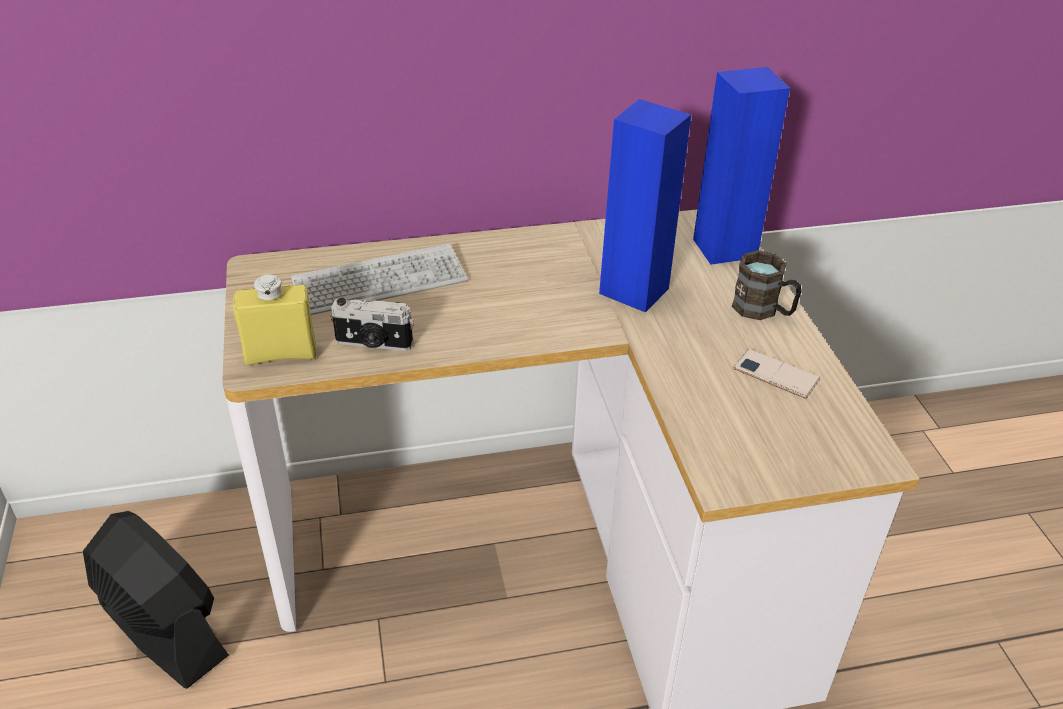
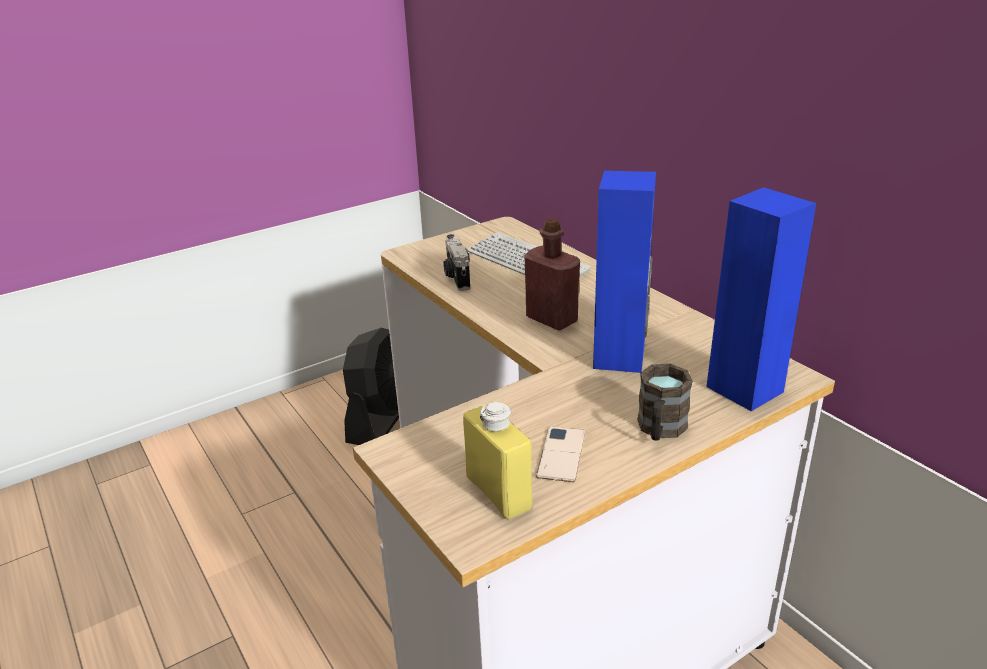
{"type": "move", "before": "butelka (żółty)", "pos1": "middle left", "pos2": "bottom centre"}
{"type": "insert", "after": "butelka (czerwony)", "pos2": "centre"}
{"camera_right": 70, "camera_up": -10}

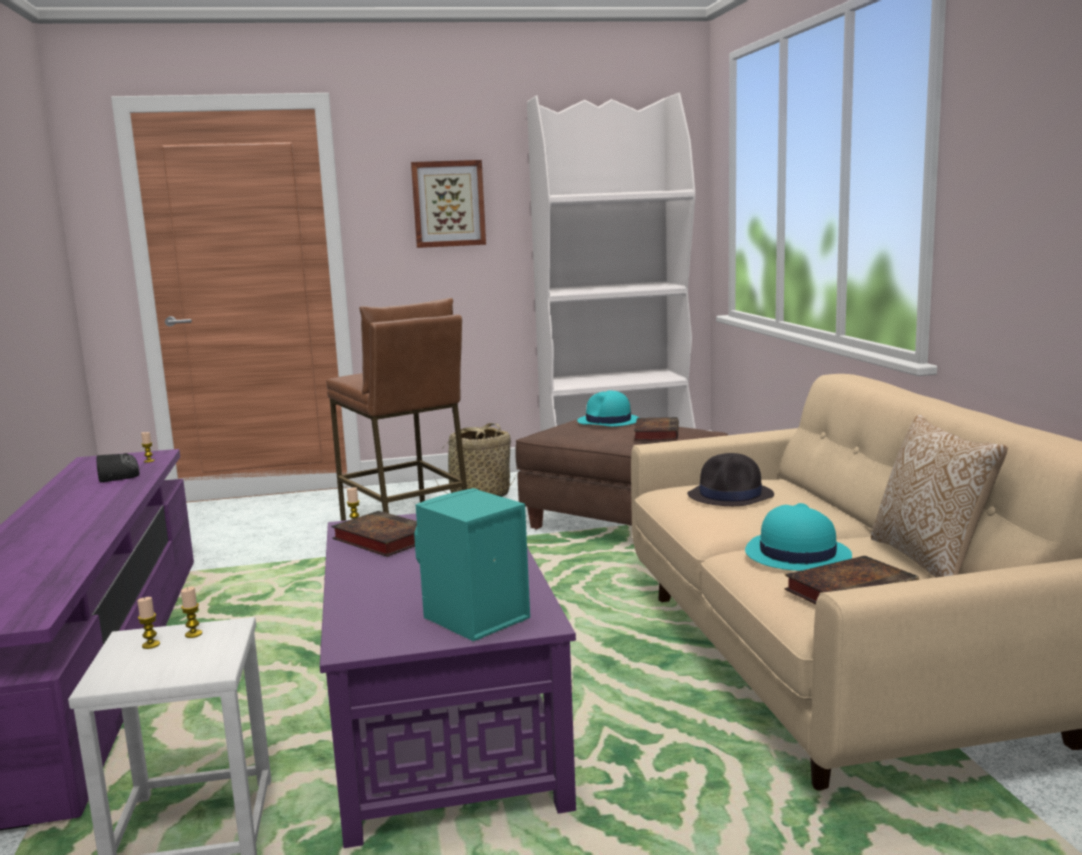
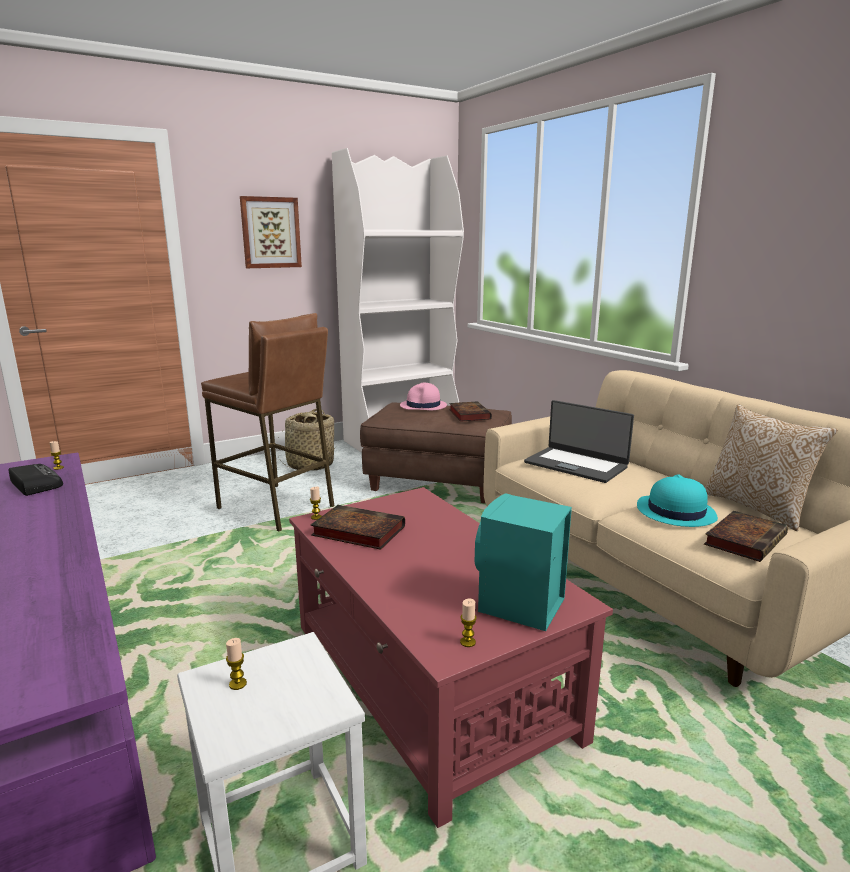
{"type": "recolor", "before": "kapelusz (turkusowy) (1st from left)", "after": "kapelusz (różowy)", "pos1": "centre", "pos2": "centre"}
{"type": "replace", "before": "kapelusz (czarny)", "after": "laptop", "pos1": "middle right", "pos2": "middle right"}
{"type": "recolor", "before": "ława (fioletowy)", "after": "ława (czerwony)", "pos1": "bottom centre", "pos2": "bottom centre"}
{"type": "move", "before": "świeca (3rd from left in the first image)", "after": "świeca (4th from left)", "pos1": "bottom left", "pos2": "bottom centre"}
{"camera_right": -20, "camera_up": 5}

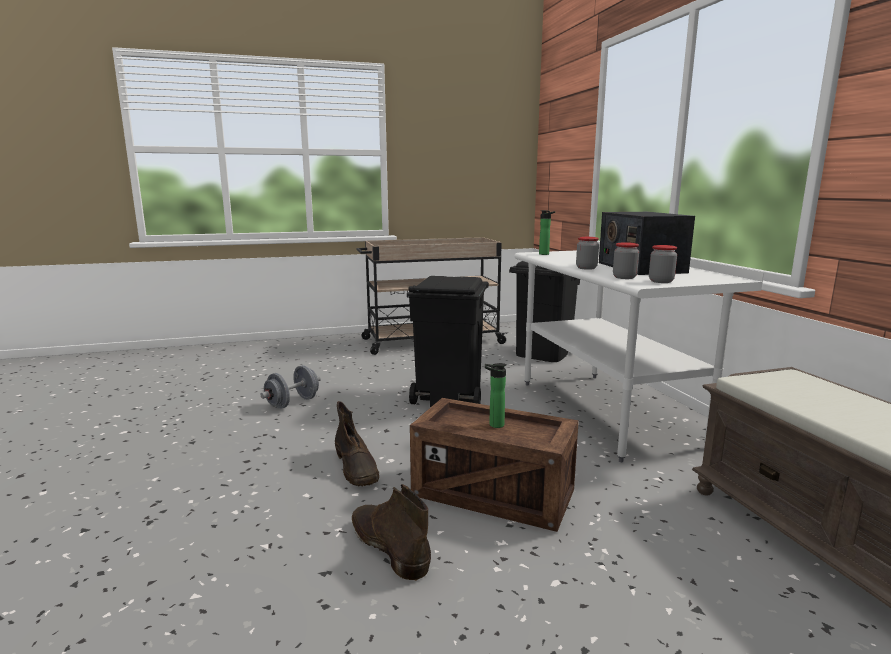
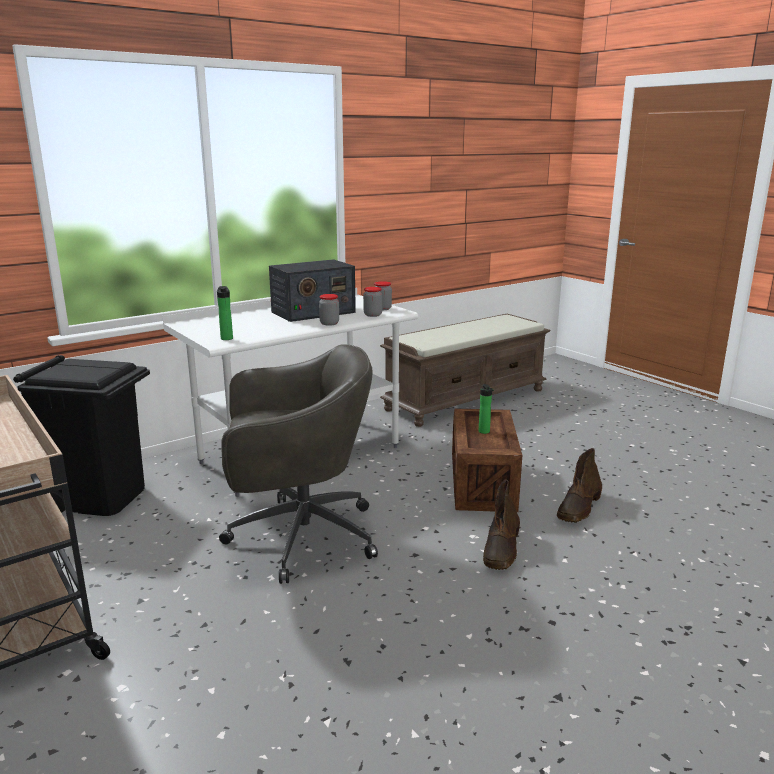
{"type": "replace", "before": "kosz na śmieci (czarny) (1st from left)", "after": "krzesło biurowe (szary)", "pos1": "centre", "pos2": "centre"}
{"type": "delete", "before": "hantel (szary)", "pos1": "middle left"}
{"type": "rotate", "before": "but z cholewką (brązowy) (1st from left)", "pos1": "bottom centre", "pos2": "bottom centre", "turn": 150}
{"camera_right": -110, "camera_up": 5}

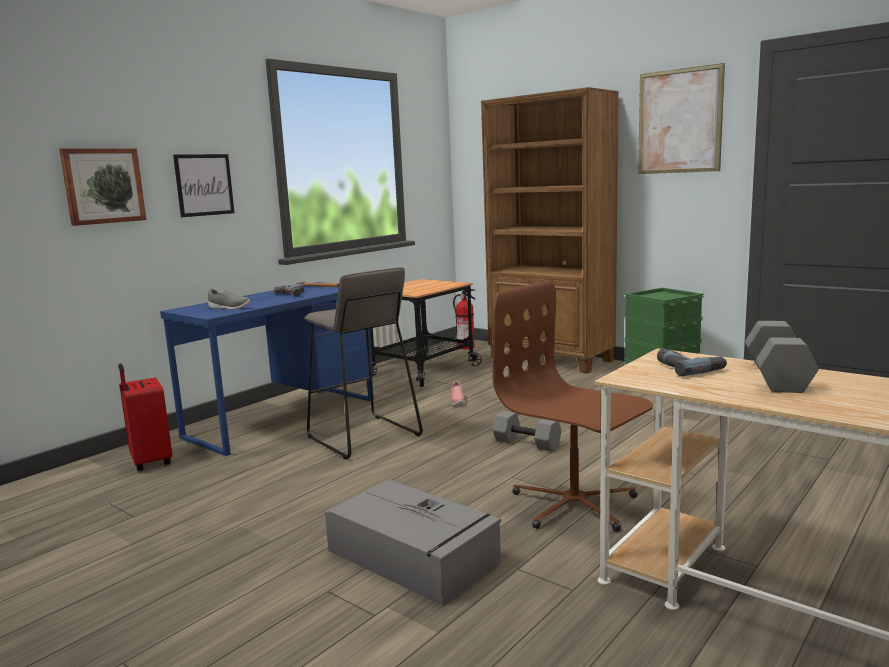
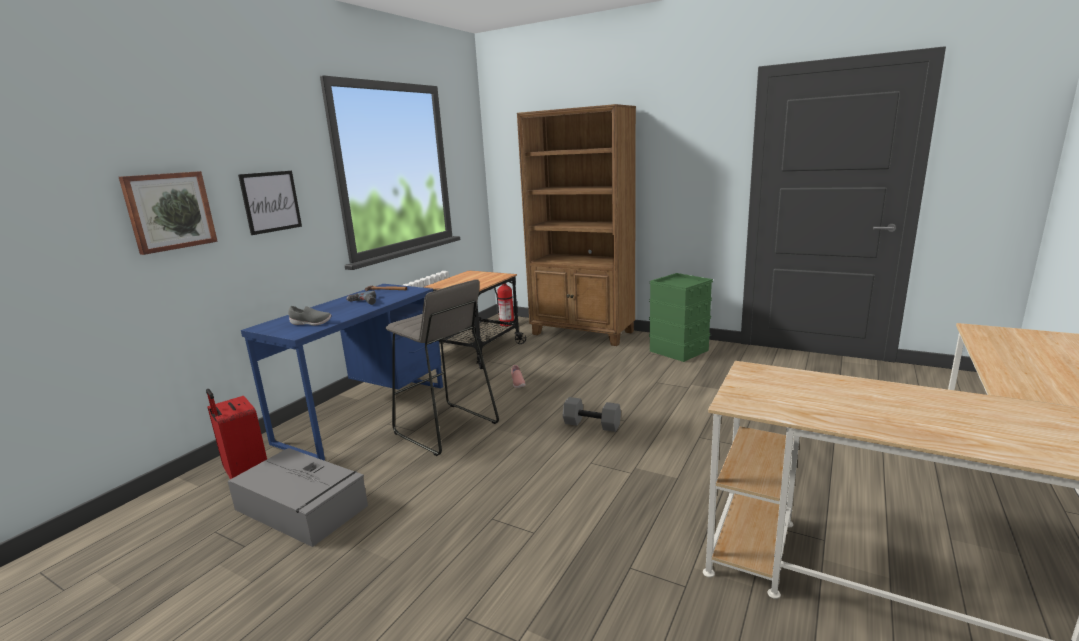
{"type": "delete", "before": "obraz (3rd from left)", "pos1": "top right"}
{"type": "delete", "before": "krzesło biurowe (brązowy)", "pos1": "centre"}
{"type": "delete", "before": "hantel (szary) (2nd from left)", "pos1": "middle right"}
{"type": "delete", "before": "wiertarka (2nd from left)", "pos1": "middle right"}
{"type": "move", "before": "pojemnik do przechowywania (szary)", "pos1": "bottom centre", "pos2": "bottom left"}
{"camera_right": -10, "camera_up": 5}

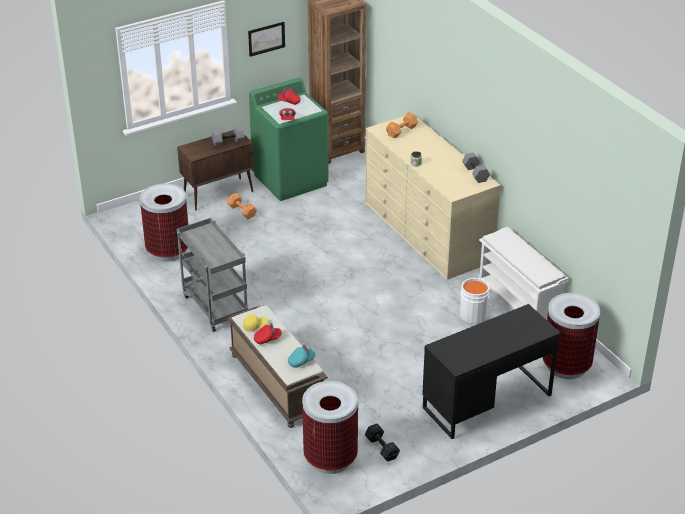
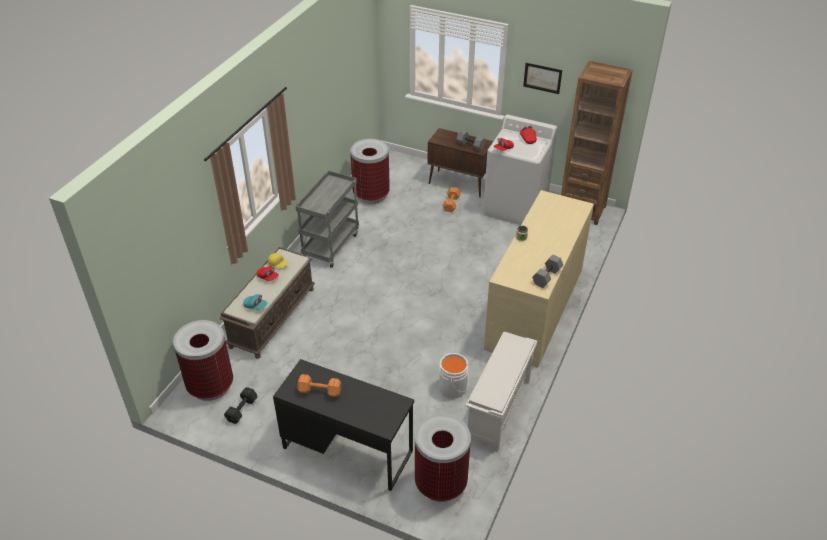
{"type": "recolor", "before": "pralka (zielony)", "after": "pralka (biały)", "pos1": "top centre", "pos2": "top centre"}
{"type": "move", "before": "hantel (pomarańczowy) (2nd from left in the first image)", "after": "hantel (pomarańczowy) (1st from left)", "pos1": "top centre", "pos2": "bottom centre"}
{"camera_right": 55, "camera_up": 5}

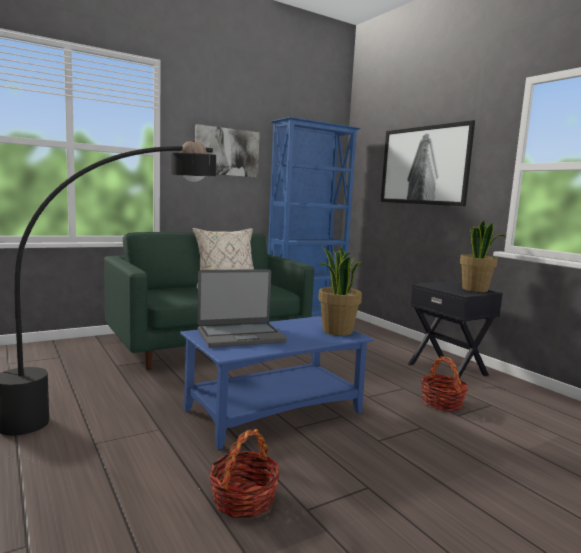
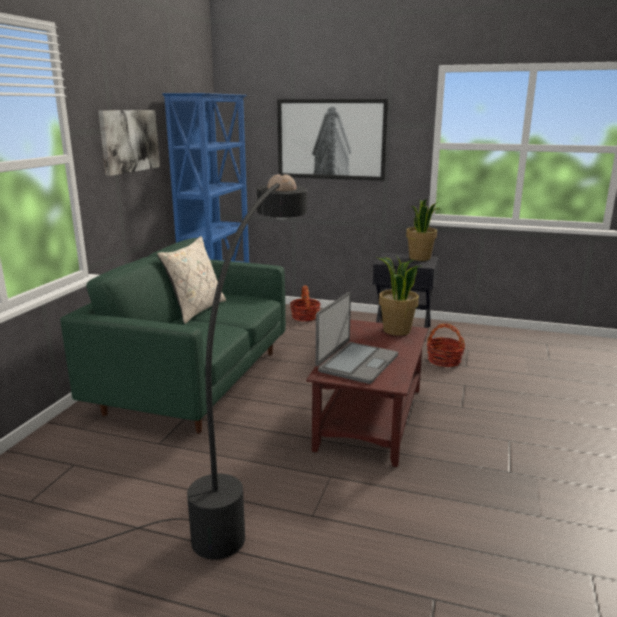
{"type": "recolor", "before": "ława (niebieski)", "after": "ława (brązowy)", "pos1": "bottom centre", "pos2": "centre"}
{"type": "move", "before": "koszyk (1st from left)", "pos1": "bottom centre", "pos2": "centre"}
{"camera_right": -40, "camera_up": 10}

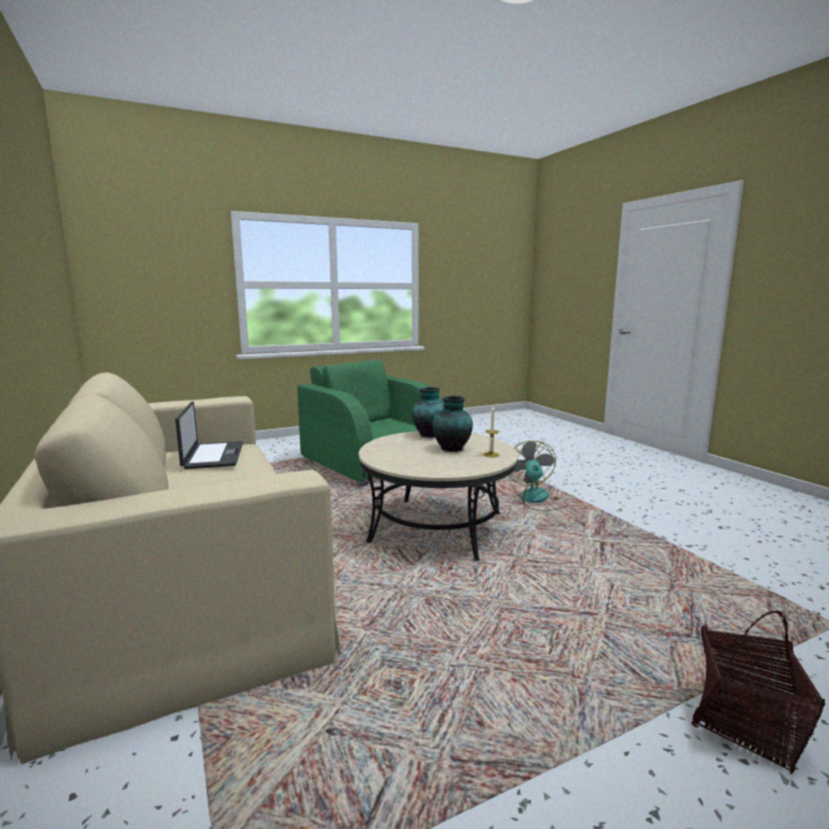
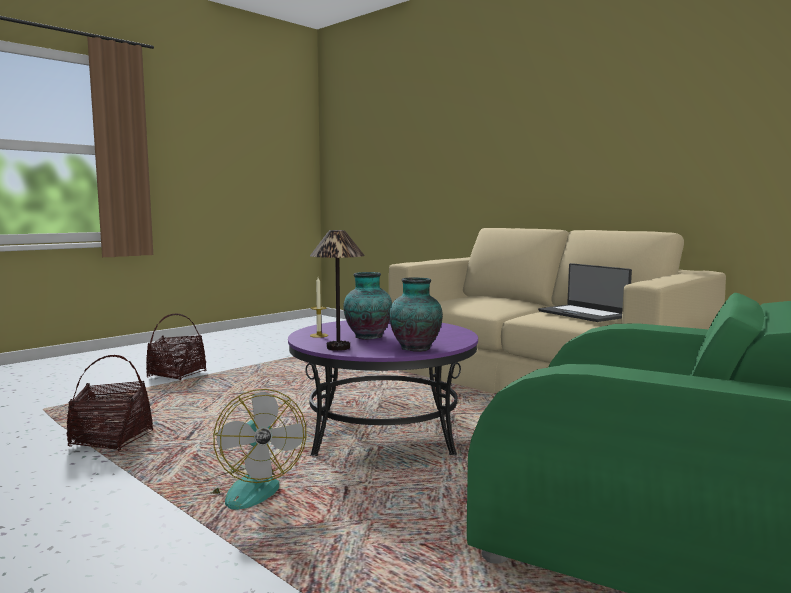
{"type": "recolor", "before": "ława (beżowy)", "after": "ława (fioletowy)", "pos1": "centre", "pos2": "centre"}
{"type": "insert", "after": "lampa stołowa", "pos2": "centre"}
{"type": "insert", "after": "koszyk (1st from left)", "pos2": "bottom left"}
{"camera_right": 160, "camera_up": -5}

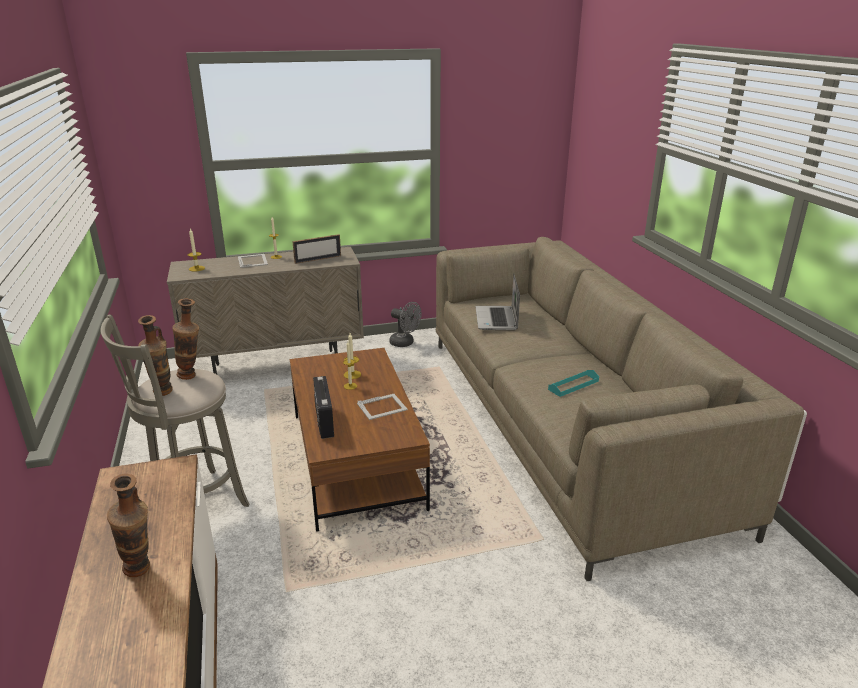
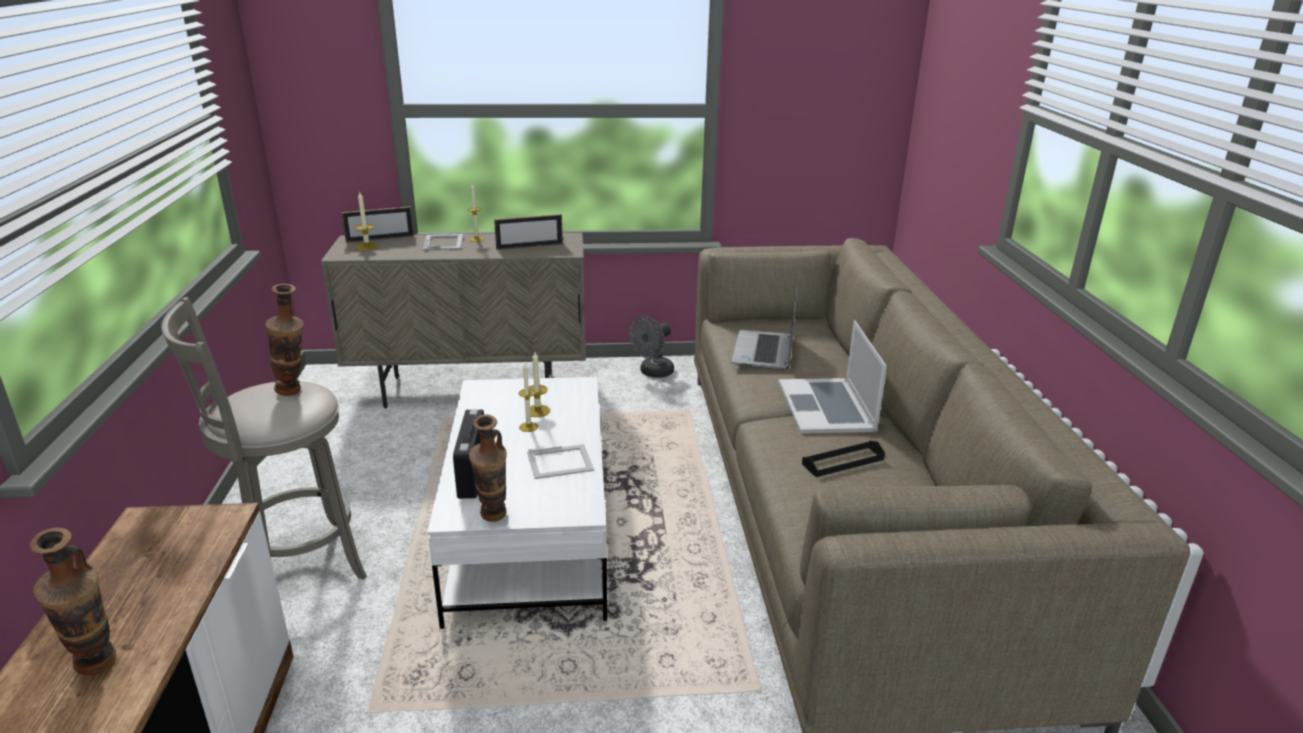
{"type": "rotate", "before": "wentylator (szary)", "pos1": "centre", "pos2": "centre", "turn": 90}
{"type": "move", "before": "wazon (2nd from left in the first image)", "after": "wazon (3rd from left)", "pos1": "middle left", "pos2": "centre"}
{"type": "recolor", "before": "ława (brązowy)", "after": "ława (biały)", "pos1": "centre", "pos2": "bottom centre"}
{"type": "recolor", "before": "taca (turkusowy)", "after": "taca (czarny)", "pos1": "middle right", "pos2": "centre"}
{"type": "insert", "after": "ramka na zdjęcie (1st from left)", "pos2": "top left"}
{"type": "insert", "after": "laptop (2nd from left)", "pos2": "centre"}
{"camera_right": 10, "camera_up": 0}

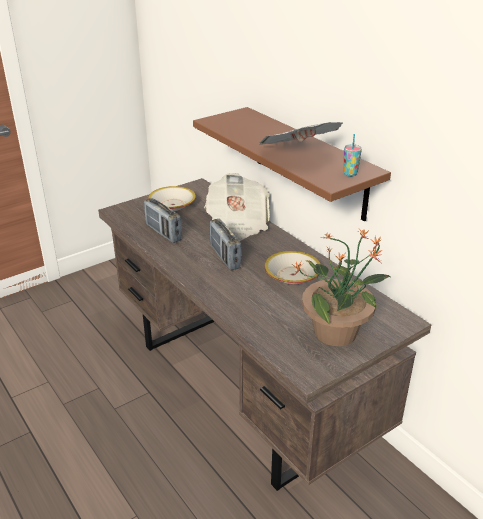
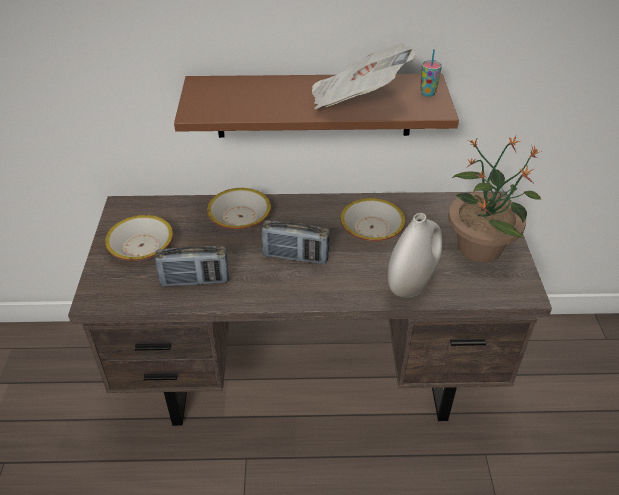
{"type": "replace", "before": "gazeta (1st from left)", "after": "miska (2nd from left)", "pos1": "centre", "pos2": "centre"}
{"type": "insert", "after": "wazon (biały)", "pos2": "middle right"}
{"camera_right": -55, "camera_up": 10}

